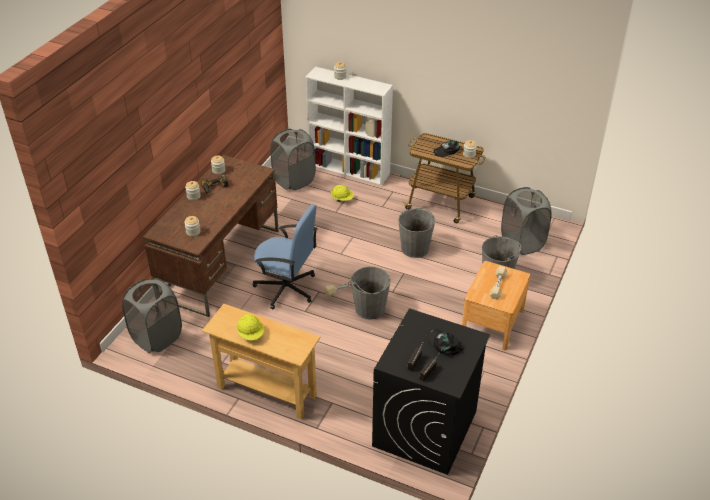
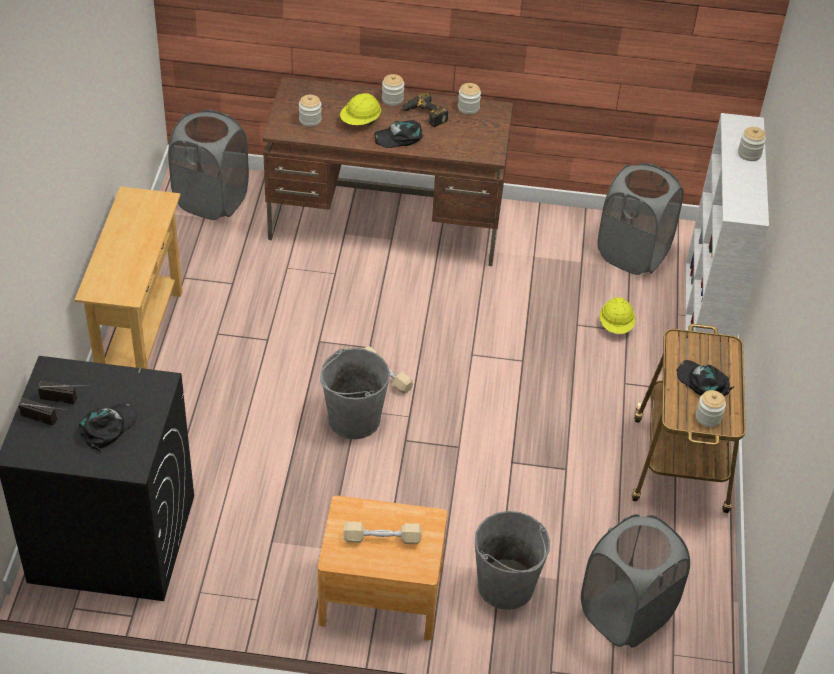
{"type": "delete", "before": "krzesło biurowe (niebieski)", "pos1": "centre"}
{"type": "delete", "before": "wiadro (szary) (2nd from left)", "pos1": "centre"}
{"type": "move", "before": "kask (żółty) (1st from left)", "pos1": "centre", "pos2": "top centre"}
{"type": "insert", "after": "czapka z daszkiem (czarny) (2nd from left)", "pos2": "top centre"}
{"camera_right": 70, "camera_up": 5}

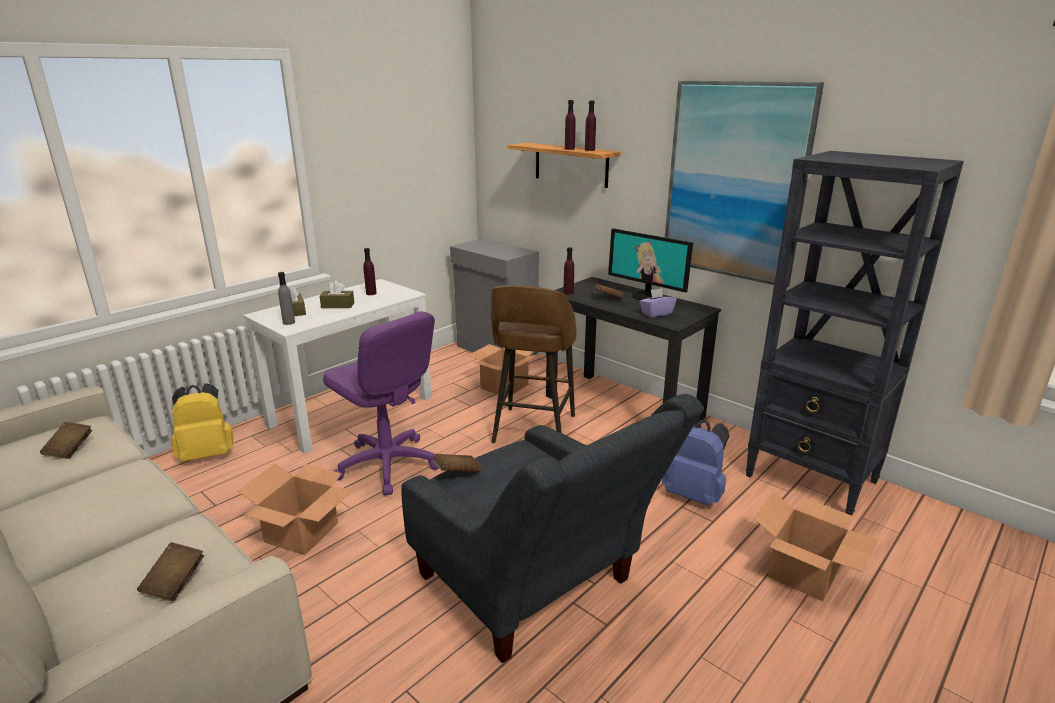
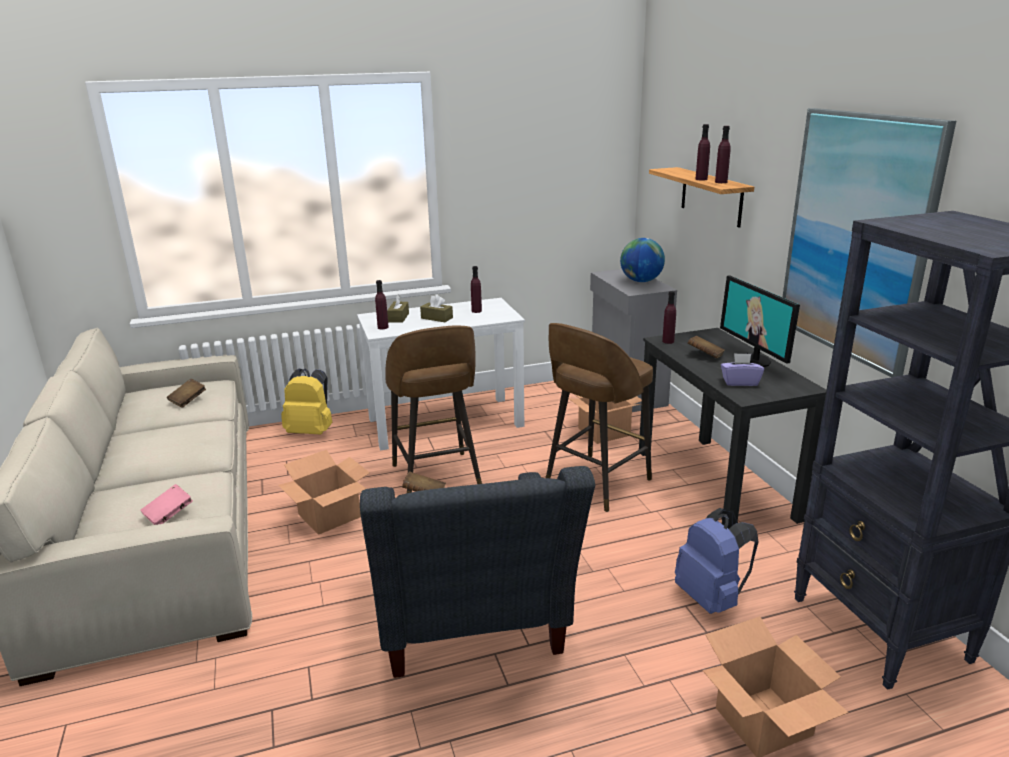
{"type": "recolor", "before": "butelka (szary)", "after": "butelka (fioletowy) (1st from left)", "pos1": "middle left", "pos2": "centre"}
{"type": "replace", "before": "krzesło biurowe (fioletowy)", "after": "stołek (brązowy) (1st from left)", "pos1": "centre", "pos2": "centre"}
{"type": "recolor", "before": "książka (brązowy) (2nd from left)", "after": "książka (różowy)", "pos1": "bottom left", "pos2": "middle left"}
{"type": "insert", "after": "globus", "pos2": "centre"}
{"camera_right": 30, "camera_up": 0}

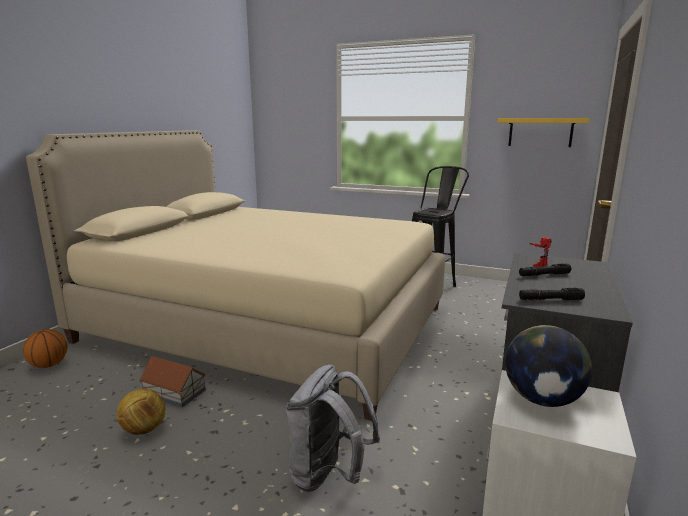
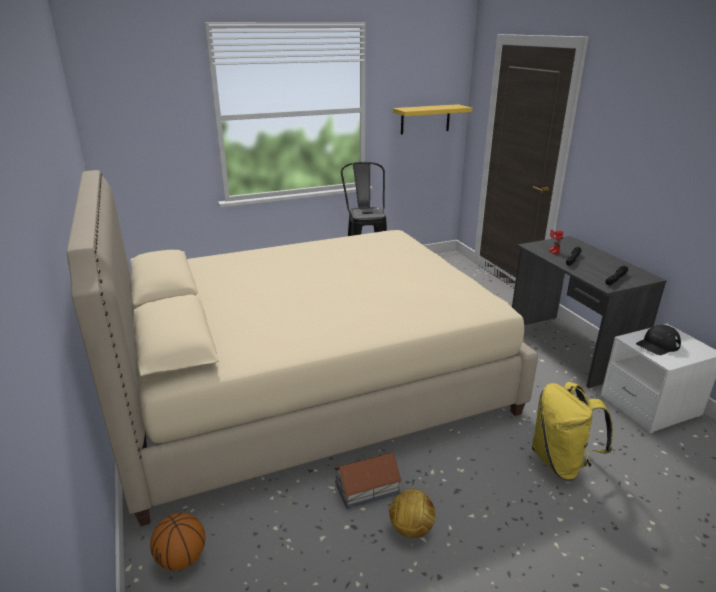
{"type": "replace", "before": "globus", "after": "czapka z daszkiem (czarny)", "pos1": "bottom right", "pos2": "middle right"}
{"type": "recolor", "before": "plecak (szary)", "after": "plecak (żółty)", "pos1": "bottom centre", "pos2": "bottom right"}
{"camera_right": -45, "camera_up": 10}

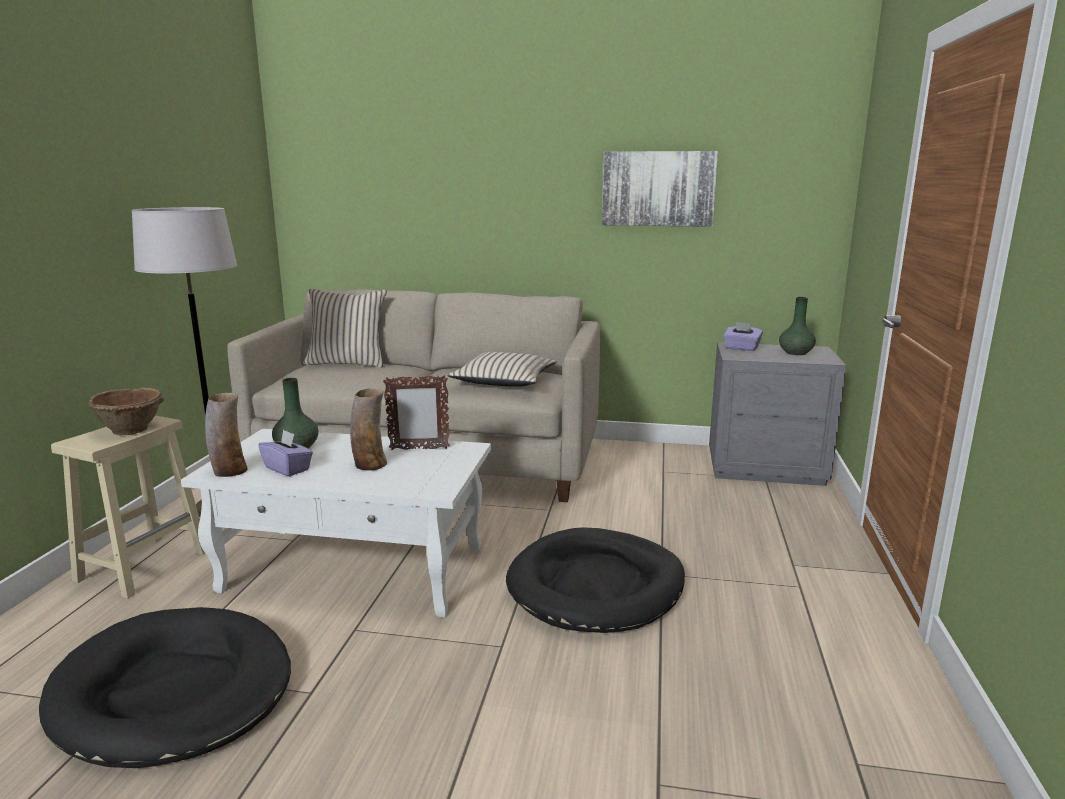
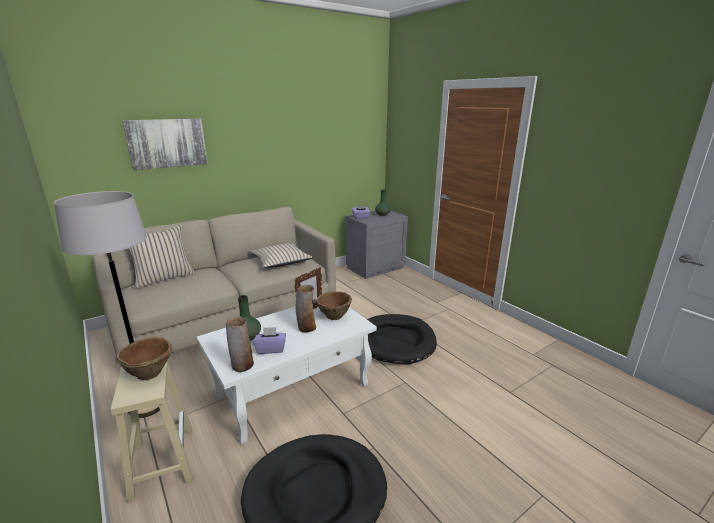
{"type": "move", "before": "obraz", "pos1": "top centre", "pos2": "top left"}
{"type": "insert", "after": "miska (brązowy) (2nd from left)", "pos2": "centre"}
{"camera_right": -45, "camera_up": 5}

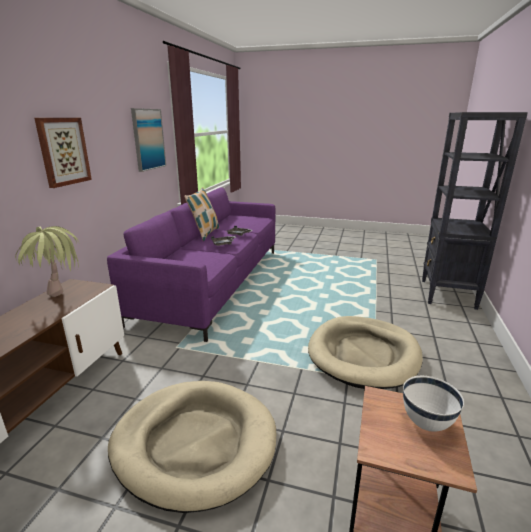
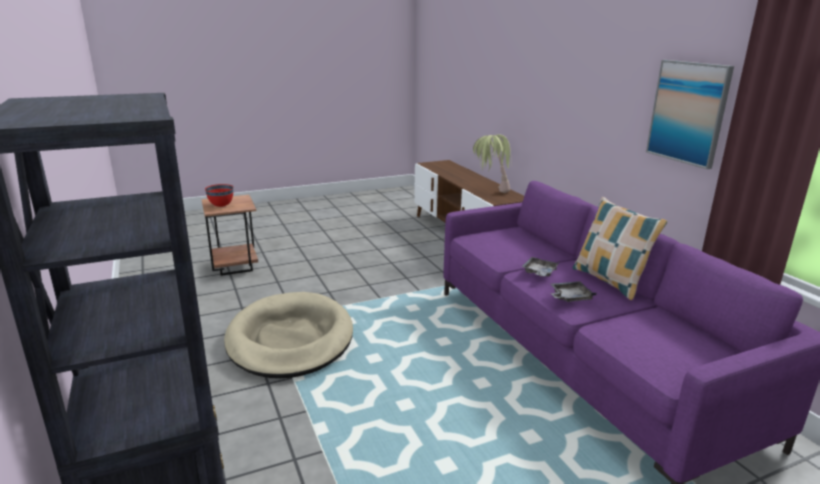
{"type": "delete", "before": "obraz (1st from left)", "pos1": "top left"}
{"type": "recolor", "before": "miska (biały)", "after": "miska (czerwony)", "pos1": "bottom right", "pos2": "middle left"}
{"type": "delete", "before": "legowisko (beżowy) (1st from left)", "pos1": "bottom centre"}
{"camera_right": 140, "camera_up": 0}

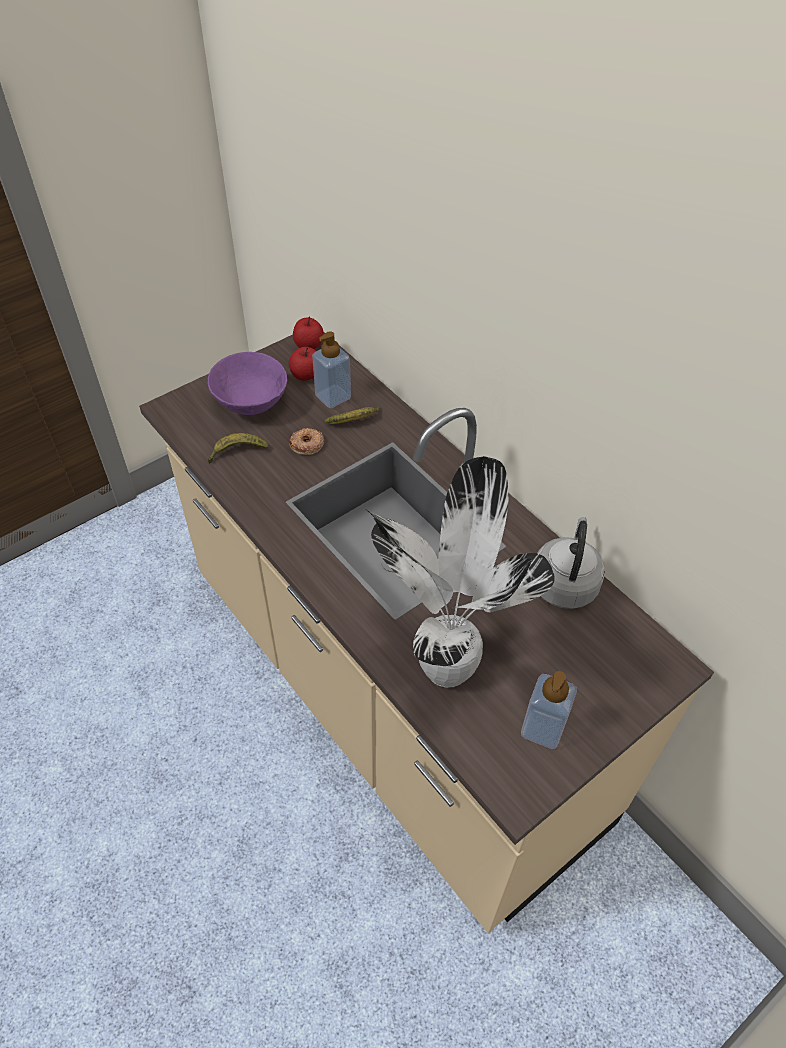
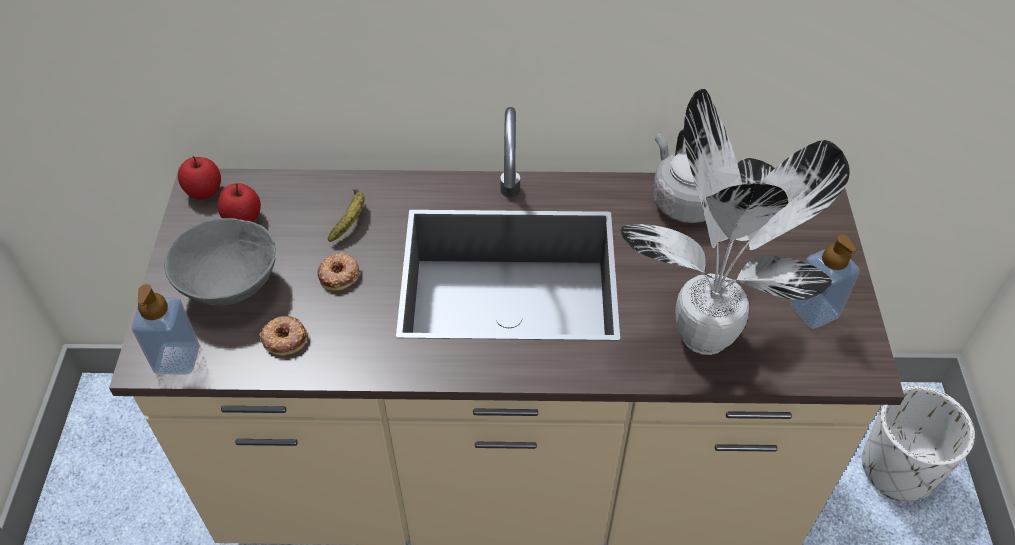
{"type": "move", "before": "dozownik mydła (1st from left)", "pos1": "centre", "pos2": "middle left"}
{"type": "recolor", "before": "miska (fioletowy)", "after": "miska (szary)", "pos1": "middle left", "pos2": "middle left"}
{"type": "replace", "before": "banan (1st from left)", "after": "donut (1st from left)", "pos1": "middle left", "pos2": "middle left"}
{"type": "insert", "after": "donica (biały)", "pos2": "bottom right"}
{"camera_right": -50, "camera_up": 0}

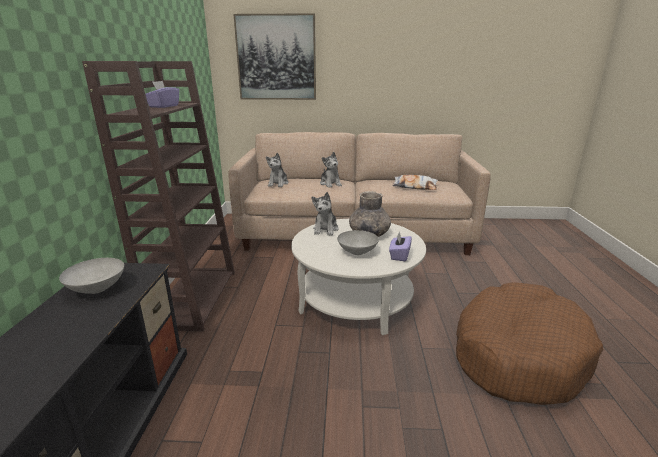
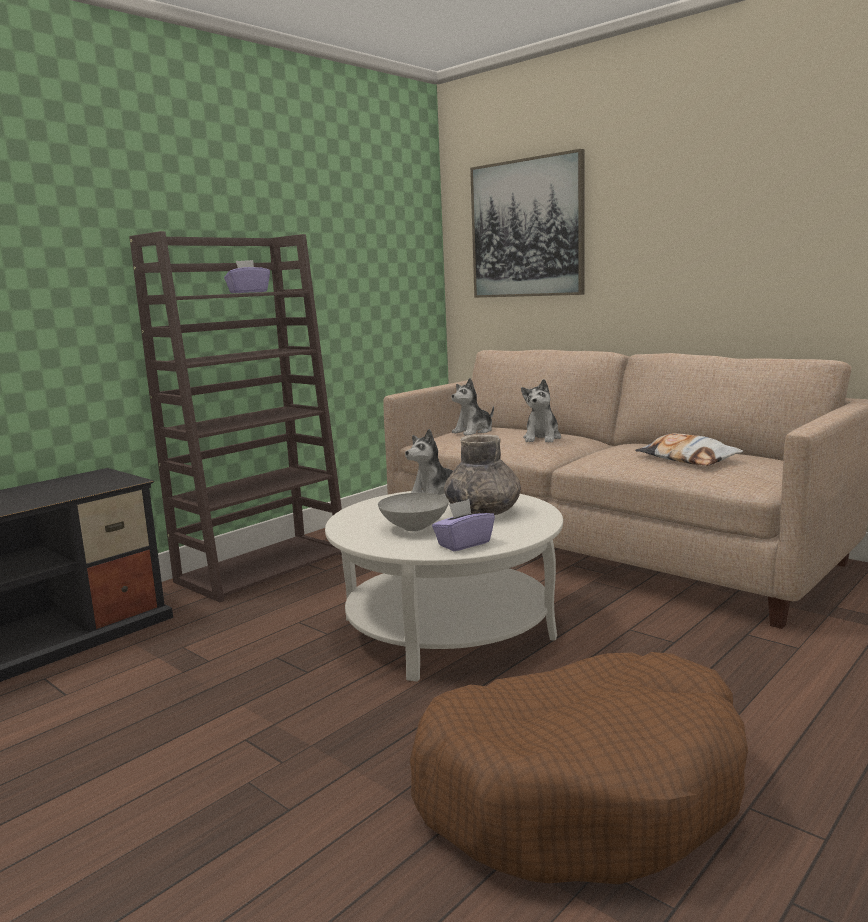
{"type": "delete", "before": "miska (szary) (1st from left)", "pos1": "middle left"}
{"camera_right": 40, "camera_up": -10}

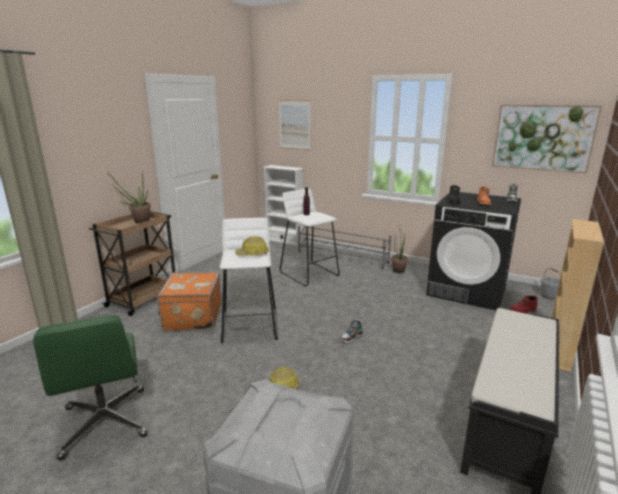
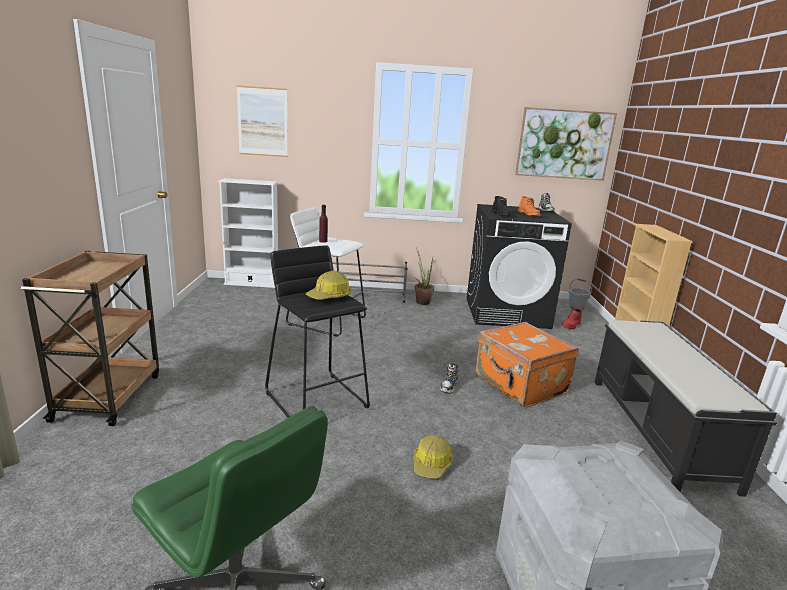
{"type": "delete", "before": "roślina doniczkowa (1st from left)", "pos1": "middle left"}
{"type": "recolor", "before": "stołek (biały) (1st from left)", "after": "stołek (czarny)", "pos1": "centre", "pos2": "centre"}
{"type": "move", "before": "walizka (pomarańczowy)", "pos1": "middle left", "pos2": "middle right"}
{"camera_right": -30, "camera_up": 0}

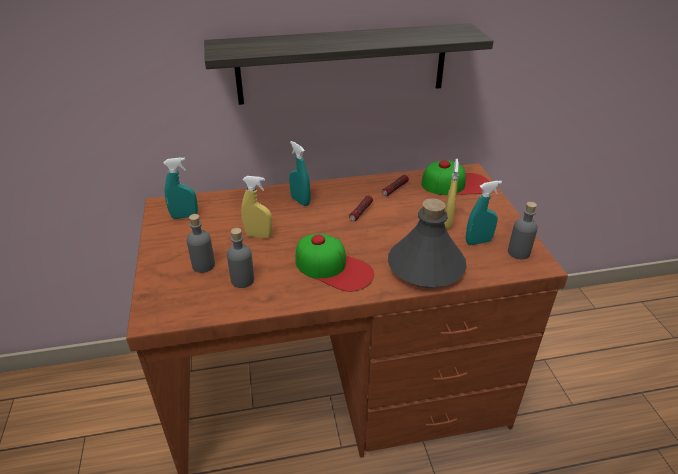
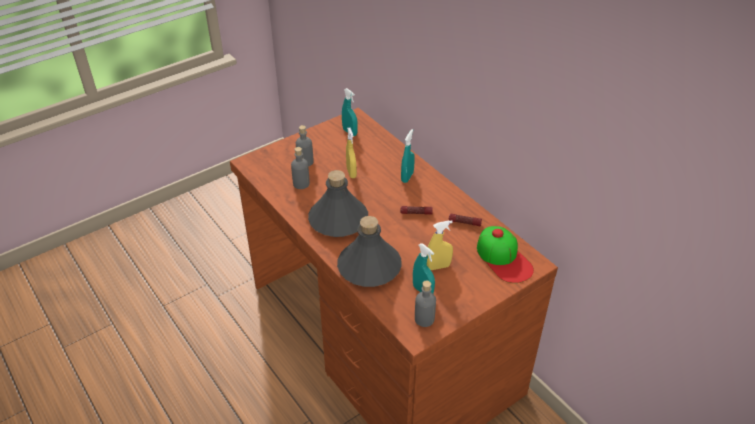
{"type": "delete", "before": "półka", "pos1": "top centre"}
{"type": "replace", "before": "czapka z daszkiem (1st from left)", "after": "butelka (szary) (3rd from left)", "pos1": "centre", "pos2": "centre"}
{"camera_right": 65, "camera_up": 5}

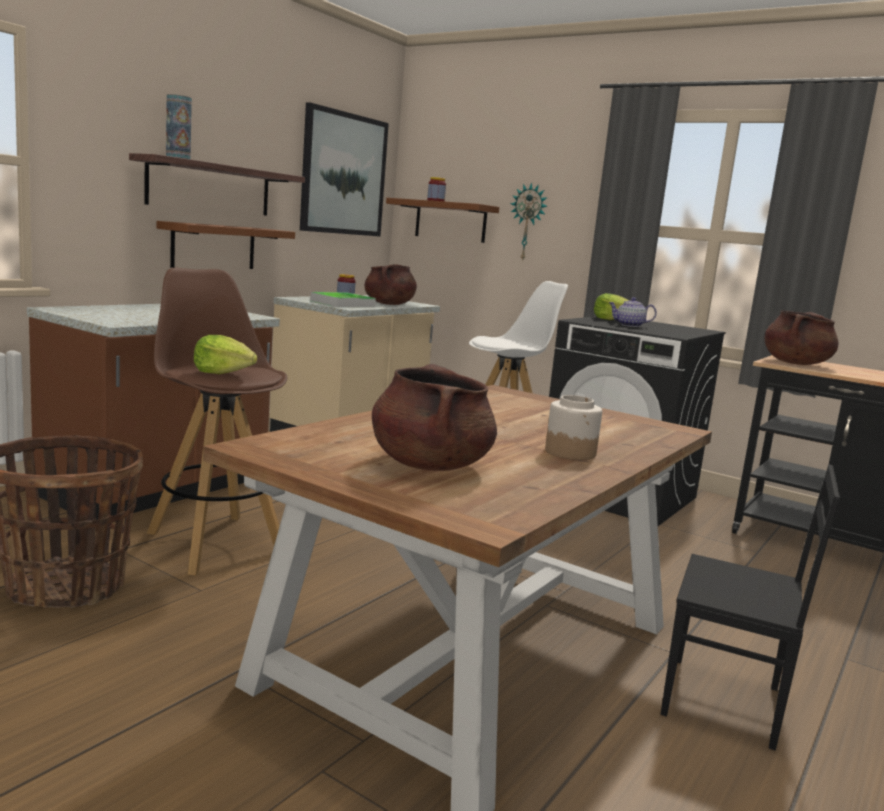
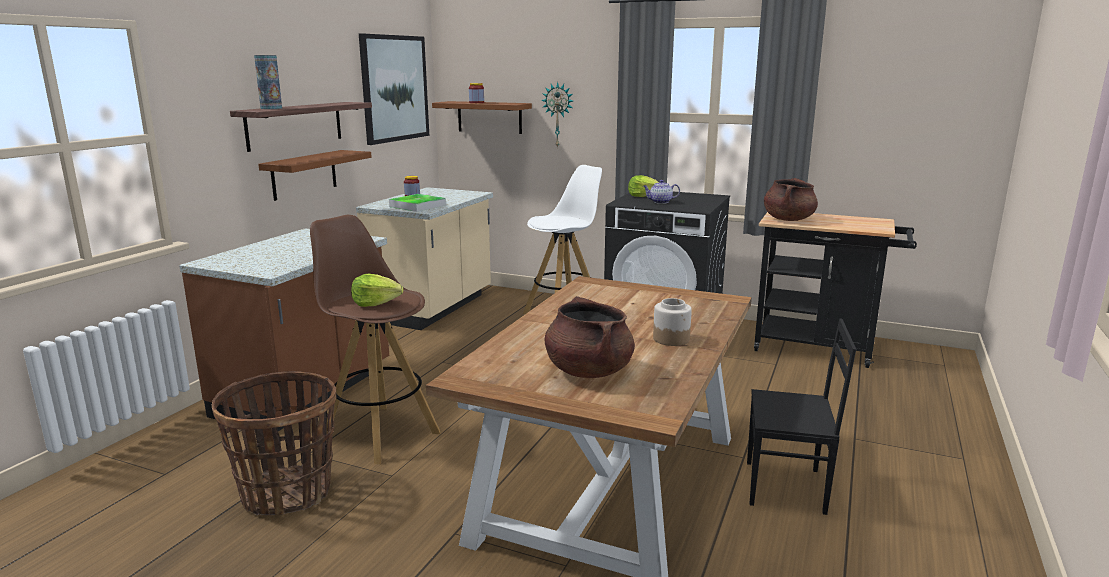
{"type": "delete", "before": "garnek (brązowy) (1st from left)", "pos1": "centre"}
{"camera_right": -10, "camera_up": 5}

